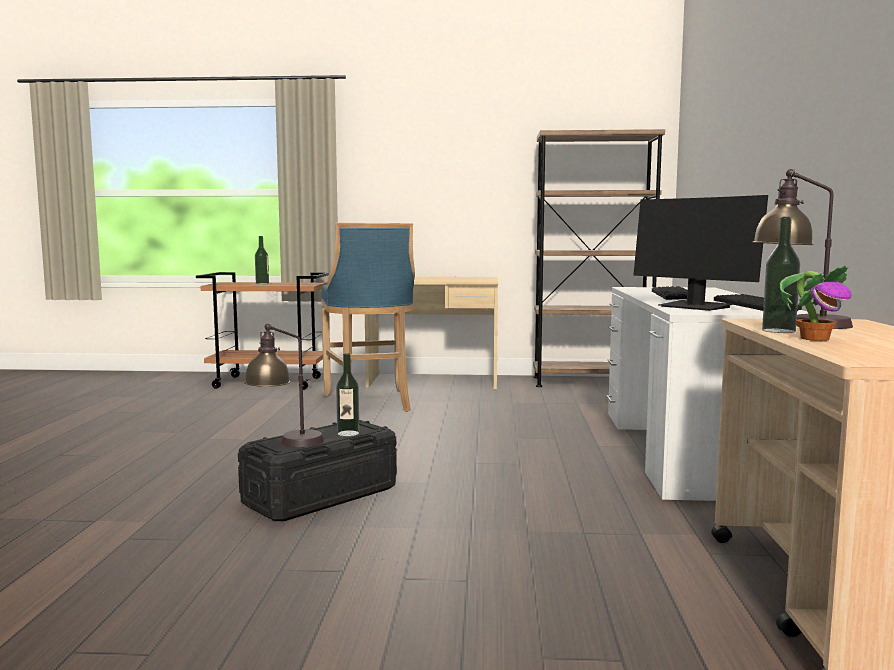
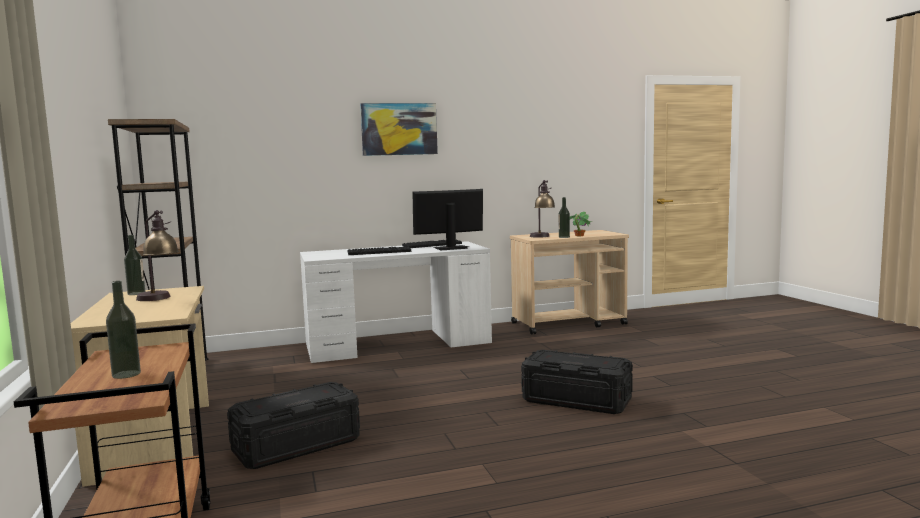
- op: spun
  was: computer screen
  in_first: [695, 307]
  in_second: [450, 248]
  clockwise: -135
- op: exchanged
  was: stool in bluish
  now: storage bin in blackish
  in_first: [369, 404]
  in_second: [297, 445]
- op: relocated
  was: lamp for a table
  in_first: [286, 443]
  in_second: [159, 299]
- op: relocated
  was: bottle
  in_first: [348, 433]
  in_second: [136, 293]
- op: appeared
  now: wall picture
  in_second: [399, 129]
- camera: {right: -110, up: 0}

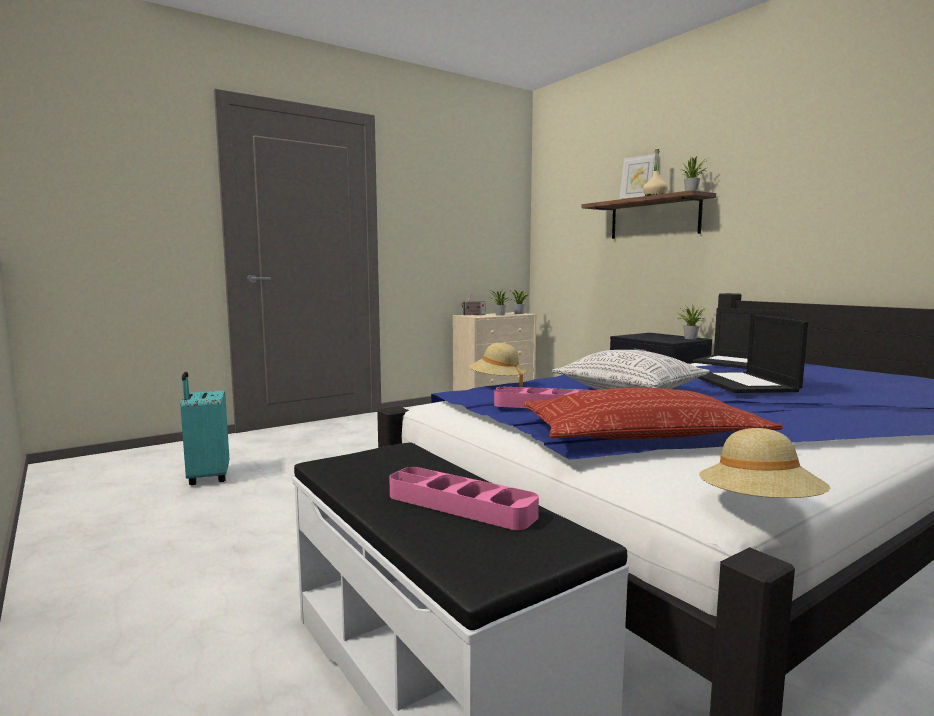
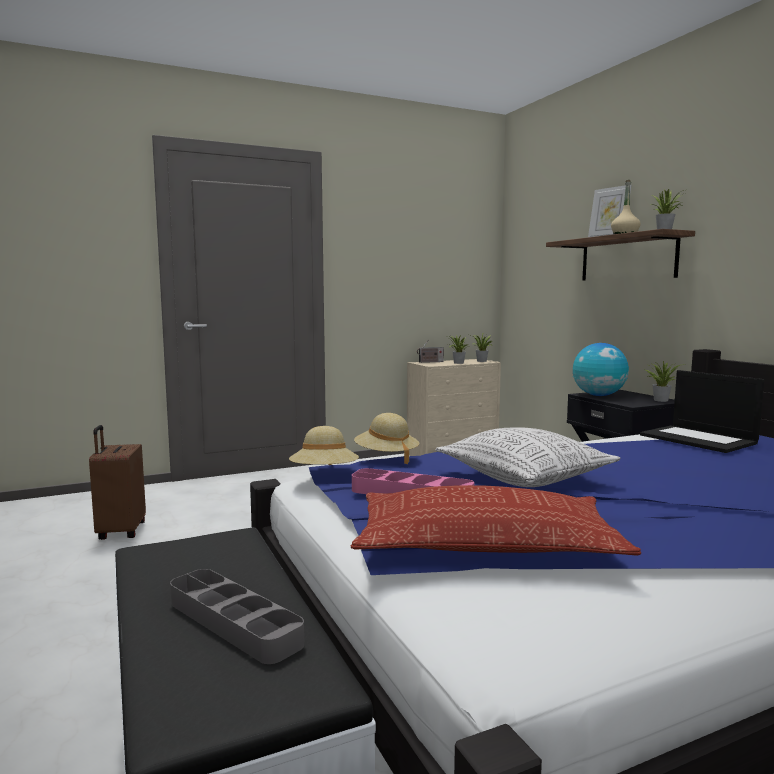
- op: missing
  was: notebook computer
  in_first: [744, 383]
- op: colour
  was: travel case in turquoise-coloured
  now: travel case in brown
  in_first: [207, 477]
  in_second: [120, 531]
- op: relocated
  was: hat in sand-coloured
  in_first: [759, 508]
  in_second: [324, 475]
- op: colour
  was: carrying tray in pink
  now: carrying tray in greyish
  in_first: [460, 505]
  in_second: [233, 622]
- op: appeared
  now: world globe
  in_second: [598, 395]
- camera: {right: 10, up: 0}

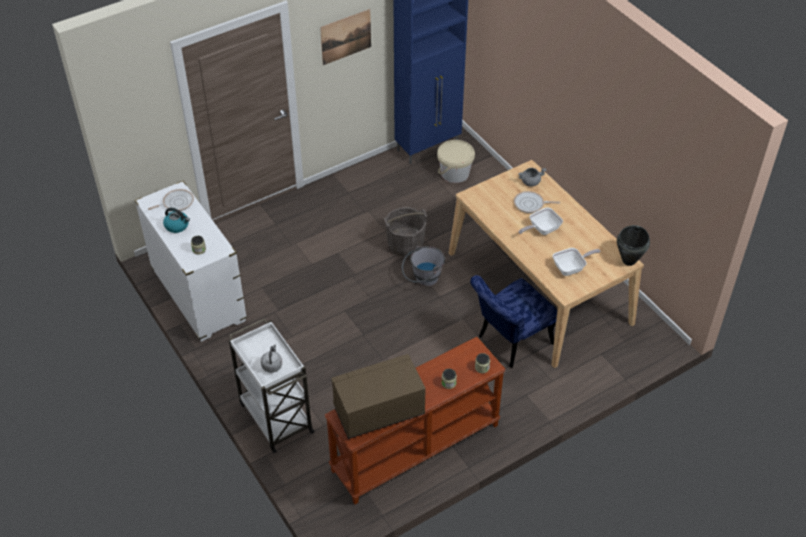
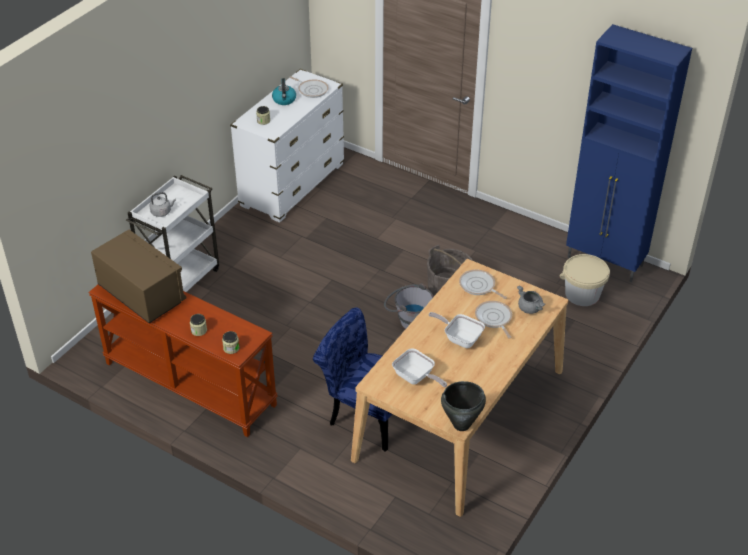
- op: missing
  was: wall picture
  in_first: [346, 37]
- op: appeared
  now: skillet
  in_second: [478, 286]
- camera: {right: 65, up: -5}

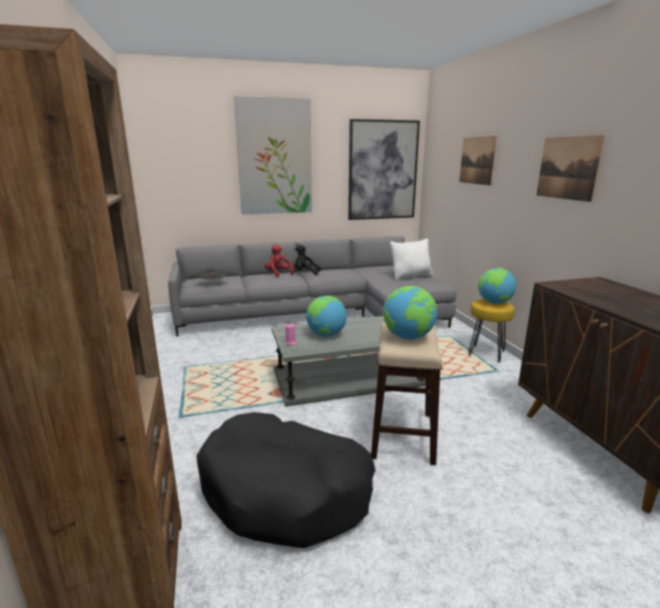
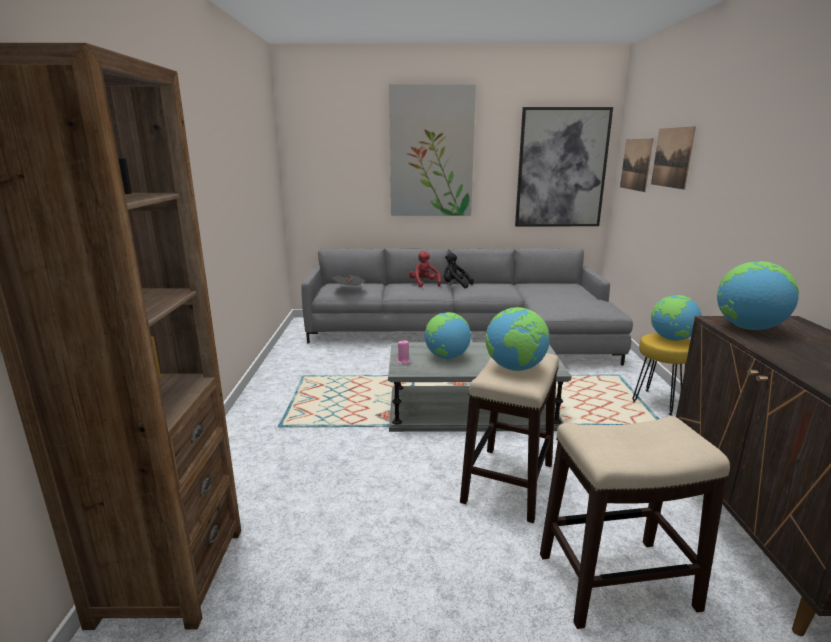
- op: relocated
  was: wall picture
  in_first: [568, 168]
  in_second: [636, 164]
- op: missing
  was: pillow in whitish
  in_first: [411, 276]
- op: missing
  was: dog bed in blackish
  in_first: [286, 491]
- op: appeared
  now: world globe
  in_second: [748, 328]
- op: appeared
  now: stool
  in_second: [617, 581]
- camera: {right: 15, up: 0}

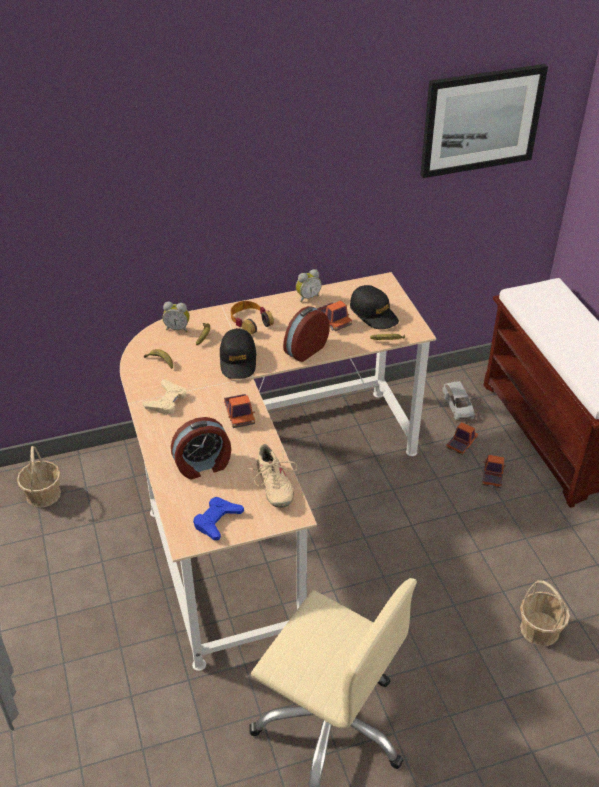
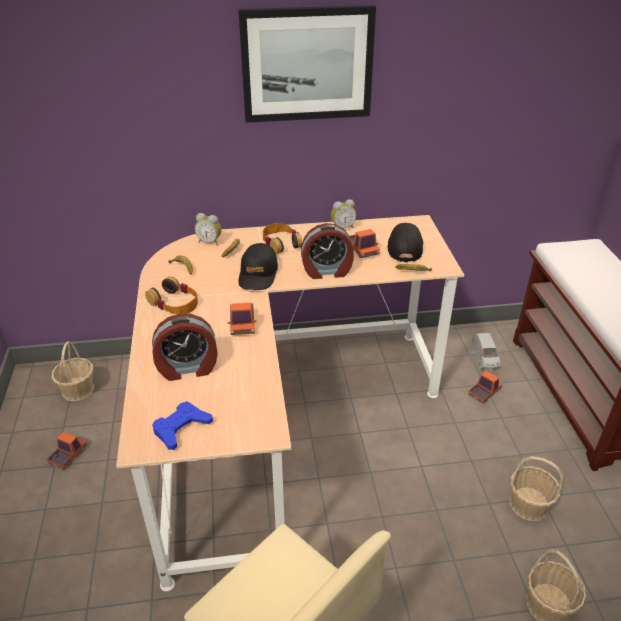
- op: relocated
  was: wall picture
  in_first: [481, 120]
  in_second: [307, 64]
- op: spun
  was: baseball cap in blackish
  in_first: [374, 313]
  in_second: [404, 247]
  clockwise: -150
- op: spun
  was: table clock
  in_first: [305, 349]
  in_second: [327, 271]
  clockwise: -150
- op: exchanged
  was: gamepad in sand-coloured
  now: pair of headphones
  in_first: [166, 401]
  in_second: [175, 303]
- op: missing
  was: shoe in sand-coloured
  in_first: [273, 485]
- op: relocated
  was: toy lorry
  in_first: [492, 476]
  in_second: [68, 455]
- op: appeared
  now: household basket
  in_second: [528, 504]
- camera: {right: 10, up: -5}

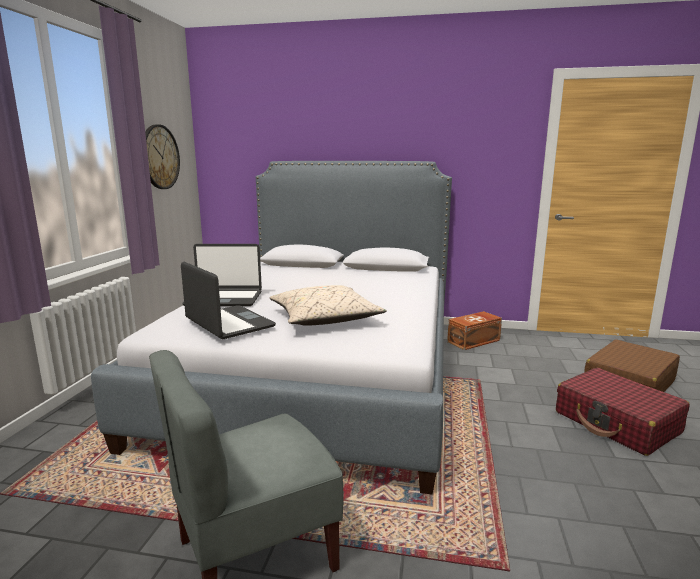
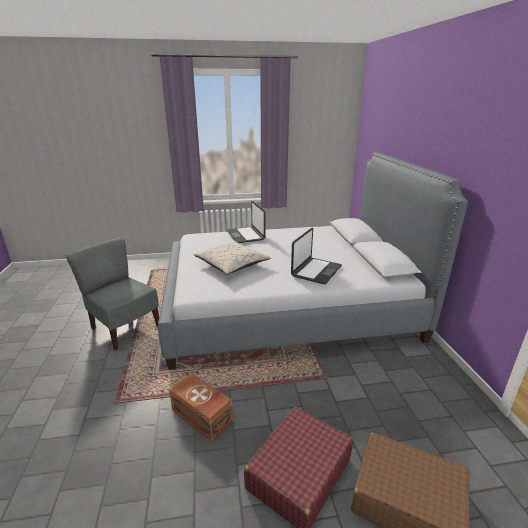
- op: missing
  was: wall clock
  in_first: [160, 157]
- op: relocated
  was: notebook computer
  in_first: [228, 324]
  in_second: [316, 271]
- op: relocated
  was: storage bin in brown
  in_first: [474, 341]
  in_second: [202, 416]
- camera: {right: 70, up: 10}

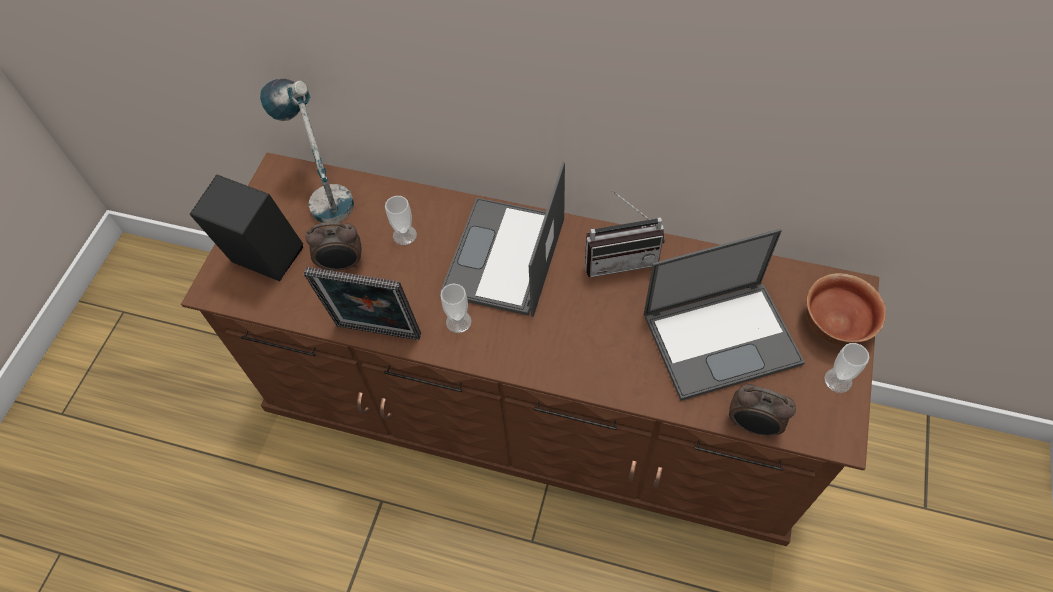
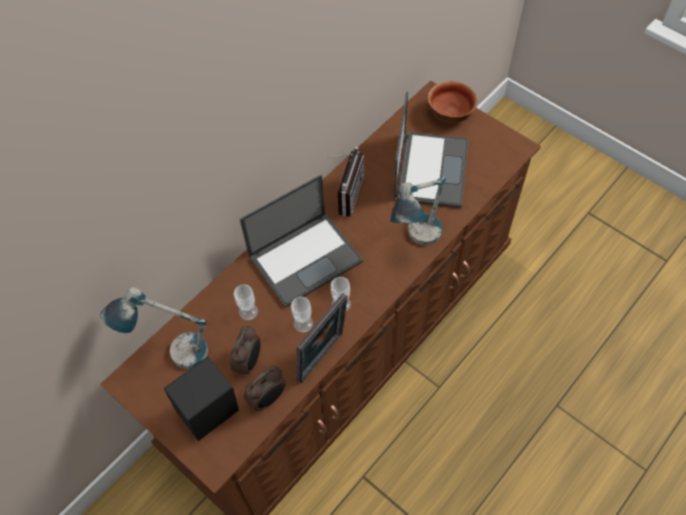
- op: spun
  was: notebook computer
  in_first: [504, 258]
  in_second: [306, 258]
  clockwise: -75
- op: relocated
  was: small cup
  in_first: [838, 380]
  in_second: [303, 323]
- op: relocated
  was: table clock
  in_first: [752, 425]
  in_second: [268, 399]
- op: appeared
  now: lamp for a table
  in_second: [417, 242]
- camera: {right: -65, up: 0}

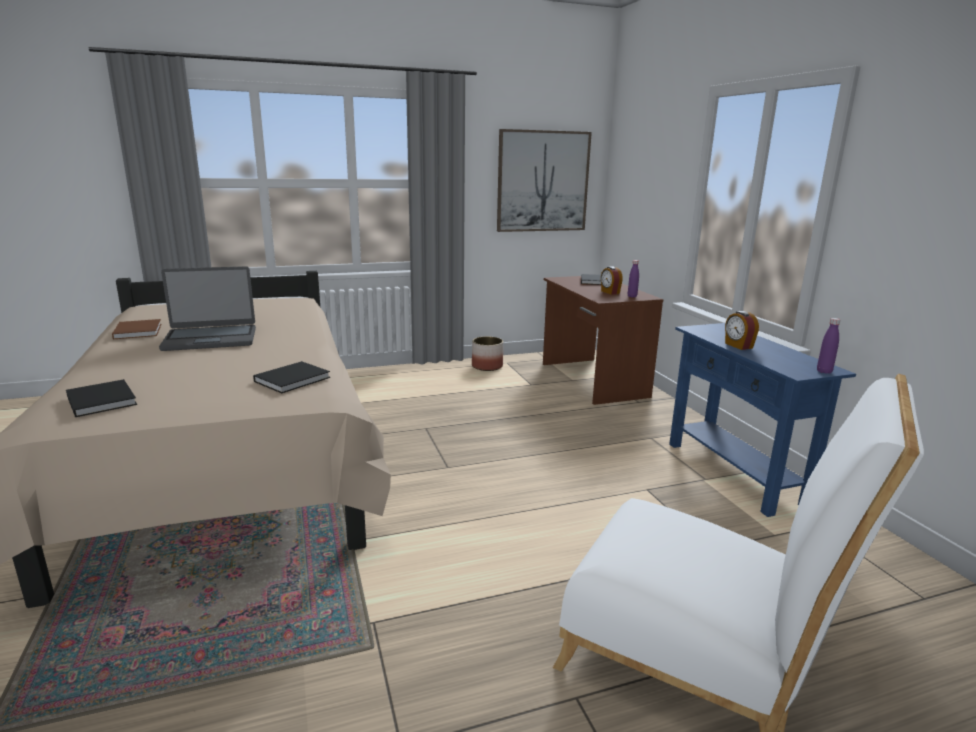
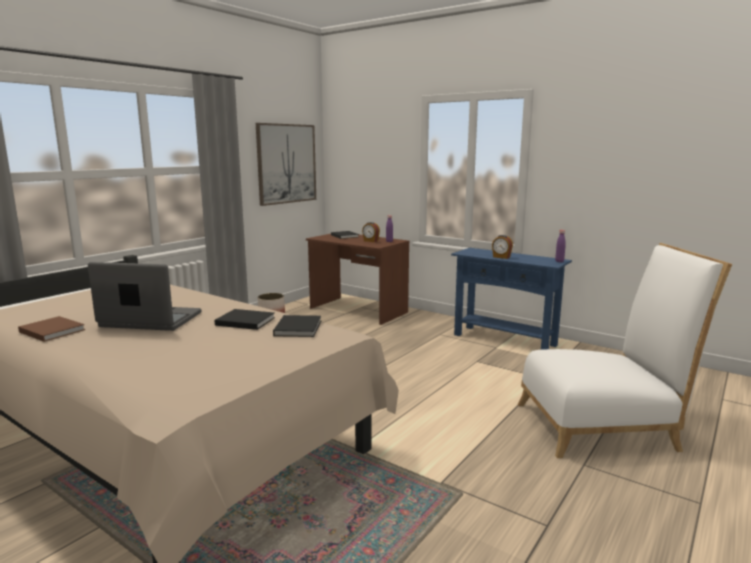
- op: spun
  was: notebook computer
  in_first: [211, 339]
  in_second: [150, 320]
  clockwise: -120
- op: relocated
  was: book in blackish
  in_first: [101, 400]
  in_second: [244, 321]
- camera: {right: -35, up: -5}

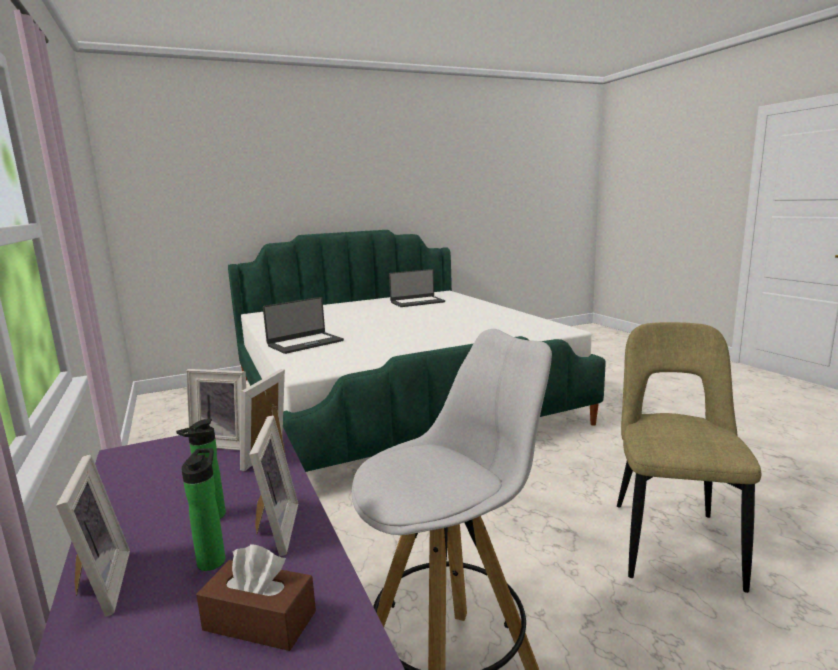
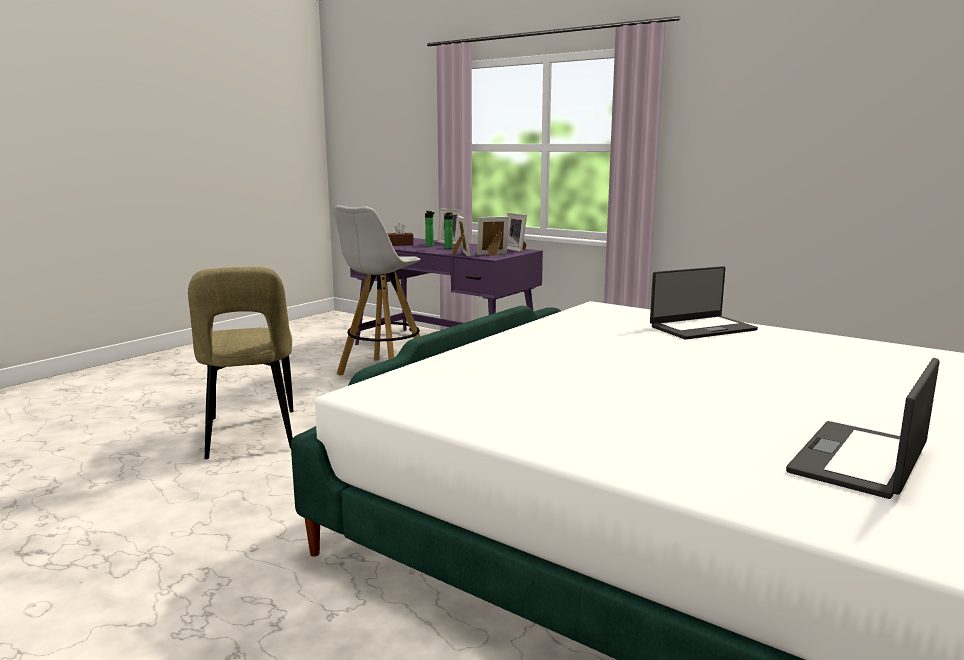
- op: spun
  was: notebook computer
  in_first: [305, 343]
  in_second: [701, 328]
  clockwise: -135
- op: relocated
  was: picture frame
  in_first: [272, 530]
  in_second: [516, 249]
- camera: {right: 150, up: 0}

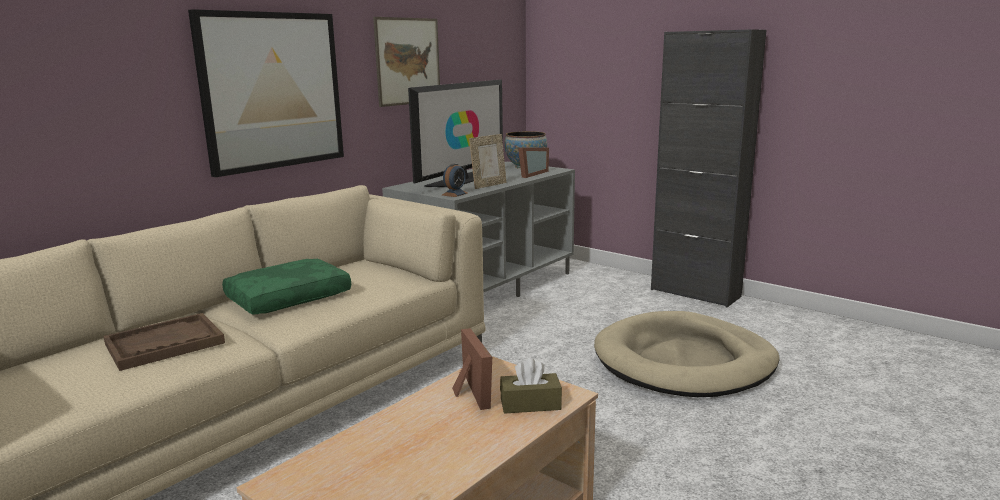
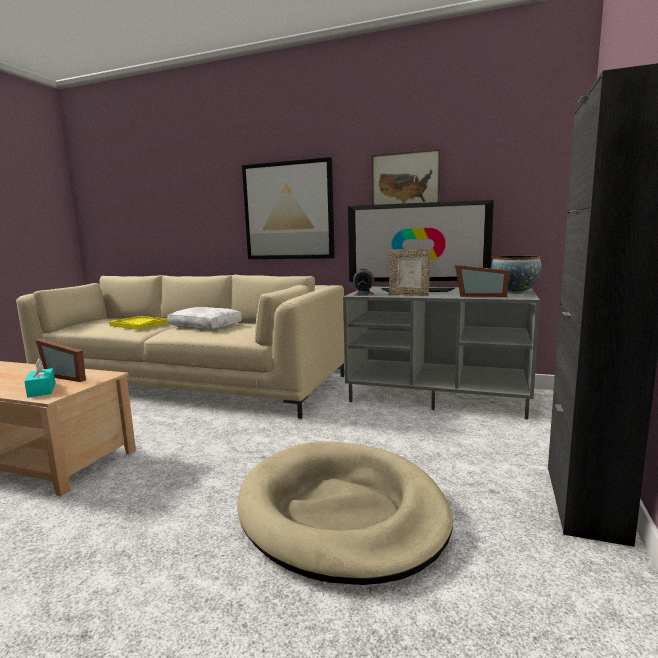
- op: colour
  was: pillow in green-coloured
  now: pillow in whitish
  in_first: [289, 297]
  in_second: [206, 326]
- op: colour
  was: carrying tray in brown
  now: carrying tray in yellow-coloured
  in_first: [164, 344]
  in_second: [139, 324]
- op: spun
  was: picture frame
  in_first: [468, 392]
  in_second: [68, 376]
  clockwise: 60
- op: colour
  was: tissue box in brown
  now: tissue box in turquoise-coloured
  in_first: [530, 404]
  in_second: [42, 390]
- camera: {right: 70, up: -5}

